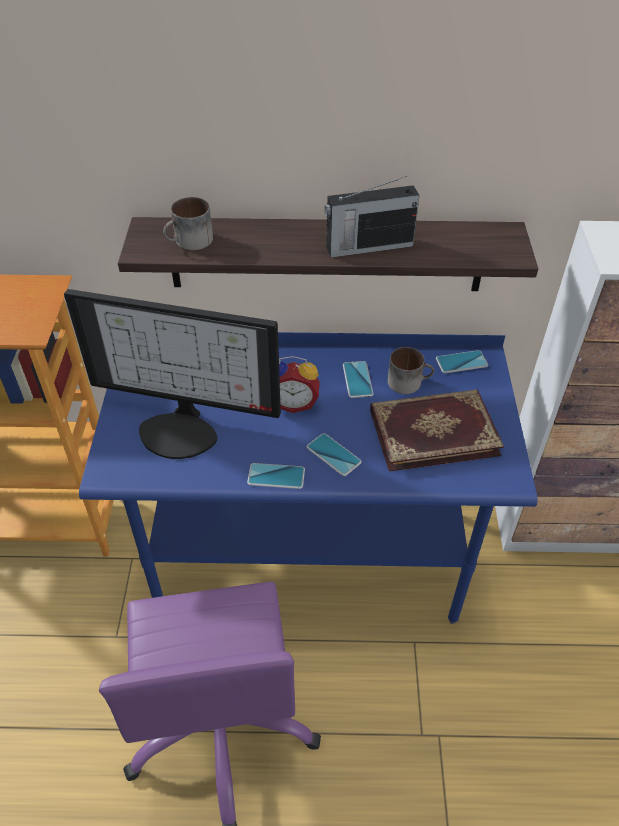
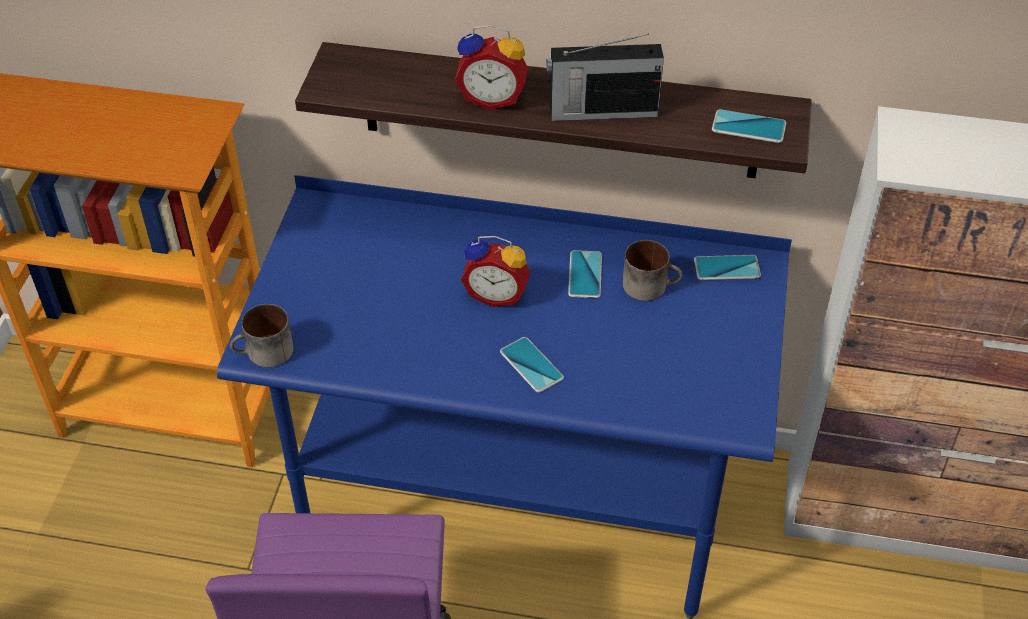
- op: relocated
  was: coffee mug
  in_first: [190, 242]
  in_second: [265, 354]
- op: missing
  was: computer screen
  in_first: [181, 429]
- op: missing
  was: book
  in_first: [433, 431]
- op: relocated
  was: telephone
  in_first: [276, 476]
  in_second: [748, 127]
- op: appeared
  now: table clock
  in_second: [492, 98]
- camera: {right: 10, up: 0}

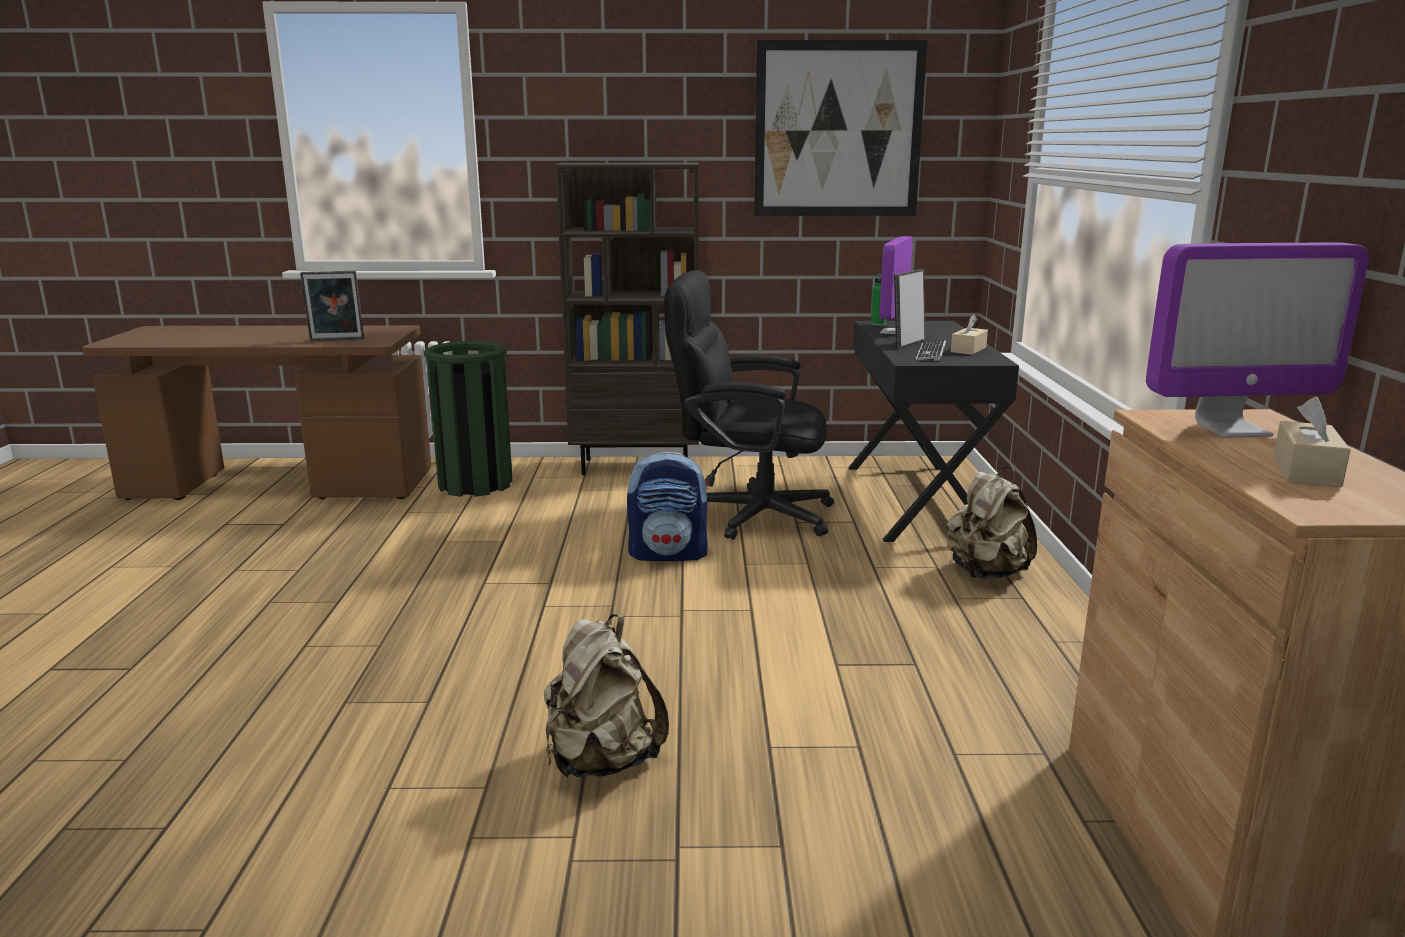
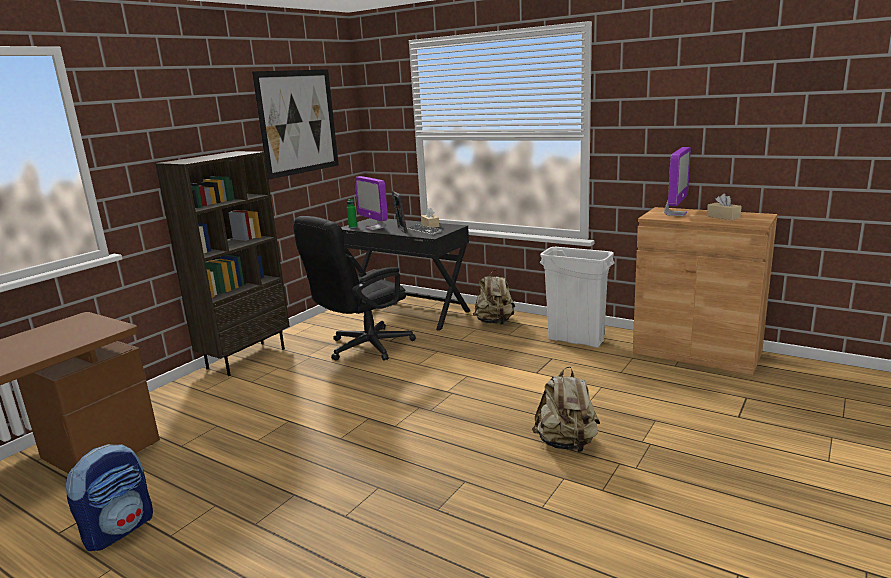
- op: missing
  was: picture frame
  in_first: [336, 340]
- op: missing
  was: waste bin in green-coloured
  in_first: [475, 484]
- op: relocated
  was: backpack
  in_first: [669, 554]
  in_second: [119, 529]
- op: appeared
  now: waste bin in whitish
  in_second: [576, 340]
- camera: {right: -55, up: 0}

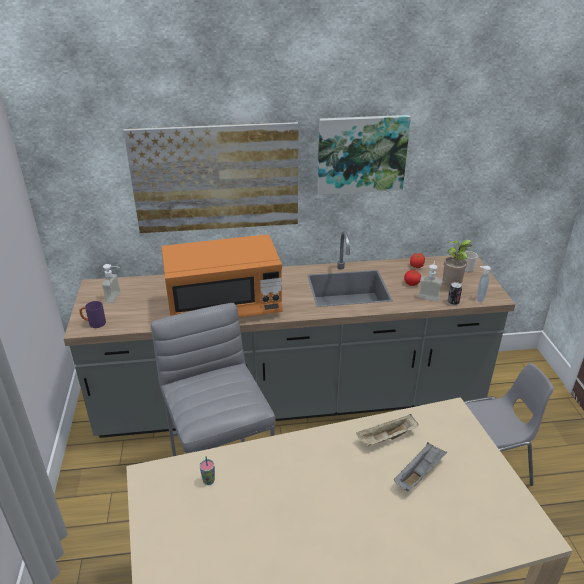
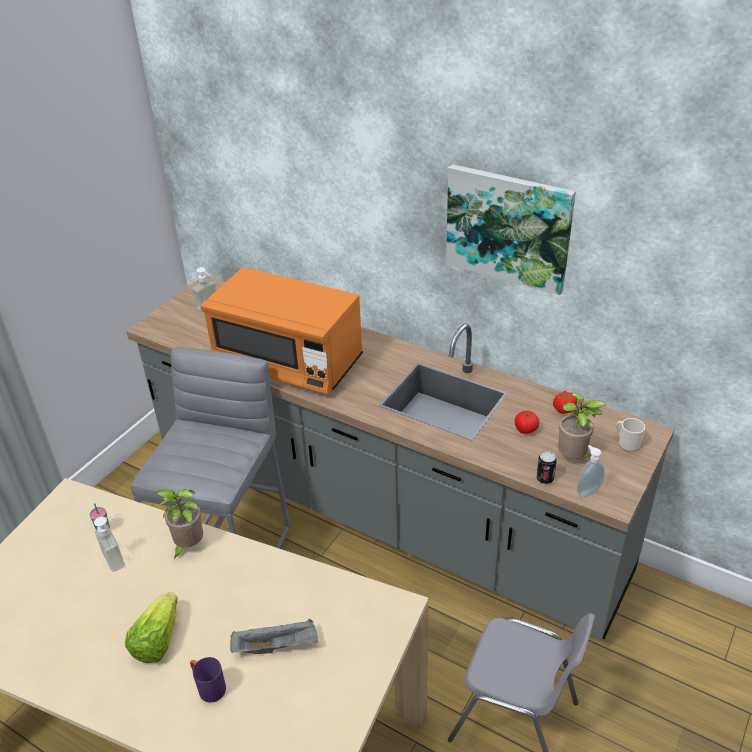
- op: missing
  was: wall picture
  in_first: [216, 178]
- op: relocated
  was: soap dispenser
  in_first: [429, 295]
  in_second: [120, 556]
- op: relocated
  was: coffee mug in purple-coloured
  in_first: [94, 323]
  in_second: [208, 687]
- op: missing
  was: carrying tray in sand-coloured
  in_first: [386, 438]
- op: appeared
  now: plant in a pot
  in_second: [188, 546]
- op: appeared
  now: head of lettuce
  in_second: [157, 640]
- camera: {right: 40, up: 5}

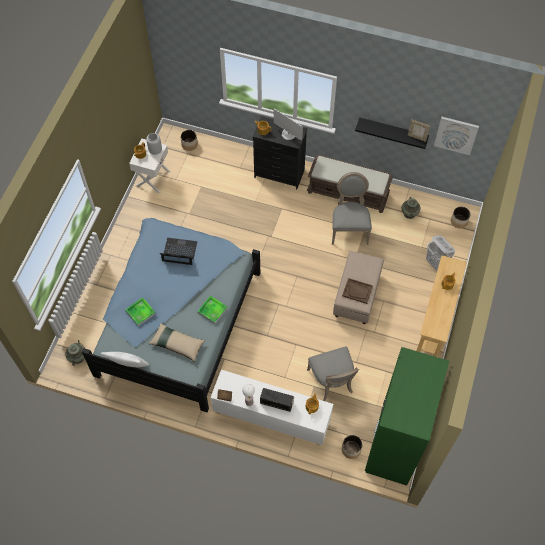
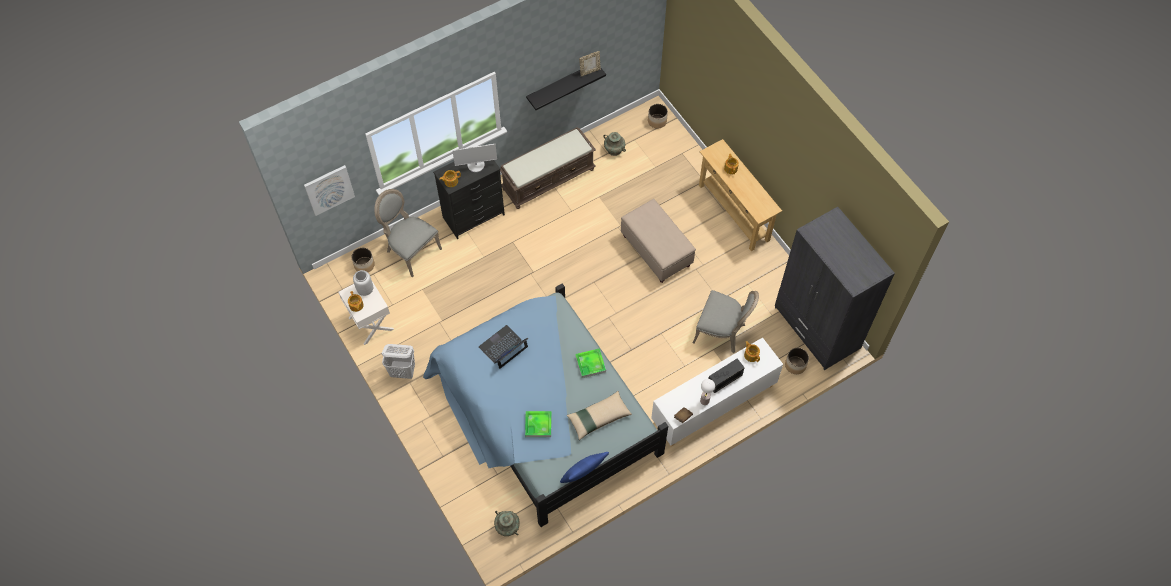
- op: relocated
  was: wall picture
  in_first: [456, 135]
  in_second: [329, 189]
- op: relocated
  was: plain chair in greyish
  in_first: [349, 228]
  in_second: [411, 250]
- op: relocated
  was: laundry basket in whitish
  in_first: [436, 263]
  in_second: [403, 371]
- op: missing
  was: carrying tray in brown
  in_first: [357, 291]
- op: colour
  was: clothes cupboard in green-coloured
  now: clothes cupboard in greyish
  in_first: [394, 443]
  in_second: [816, 328]
- op: colour
  was: pillow in whitish
  now: pillow in bluish
  in_first: [128, 365]
  in_second: [583, 474]
- camera: {right: -50, up: 0}

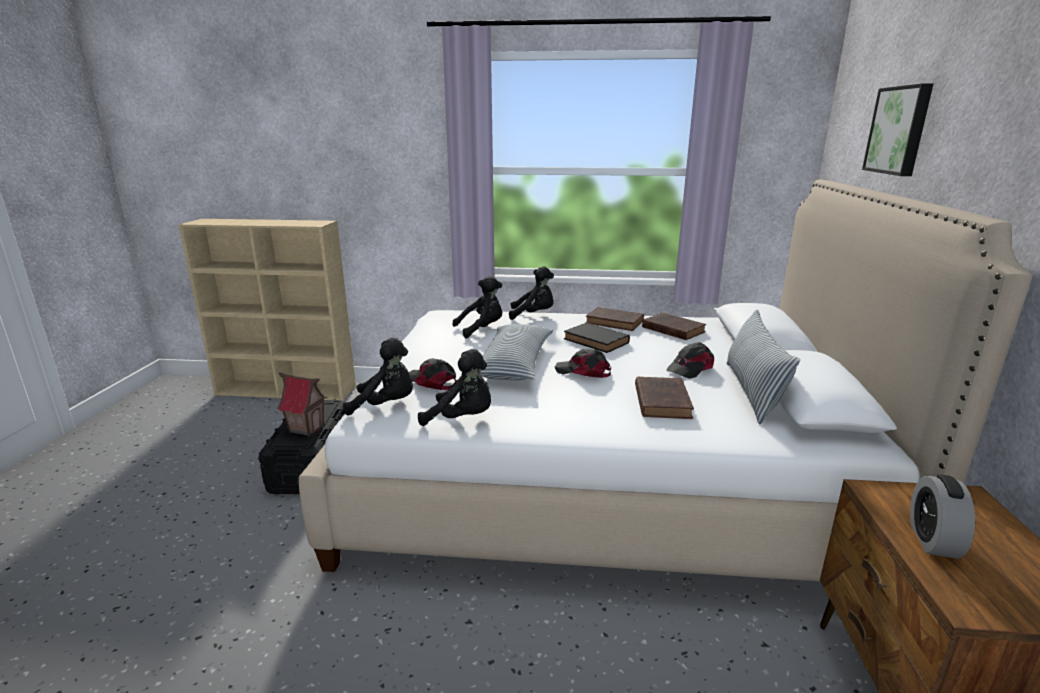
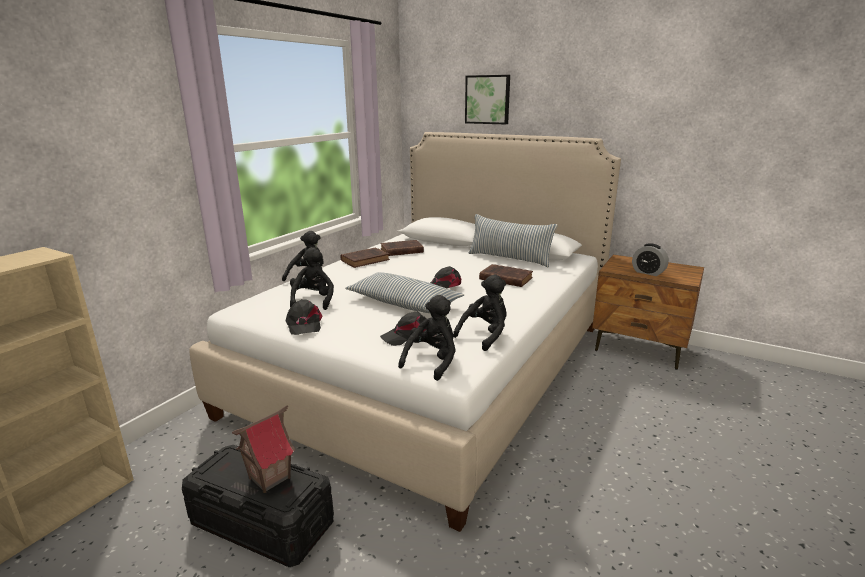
- op: missing
  was: book in blackish
  in_first: [597, 341]
- op: relocated
  was: baseball cap in blackish
  in_first: [690, 368]
  in_second: [304, 324]
- camera: {right: -65, up: 0}

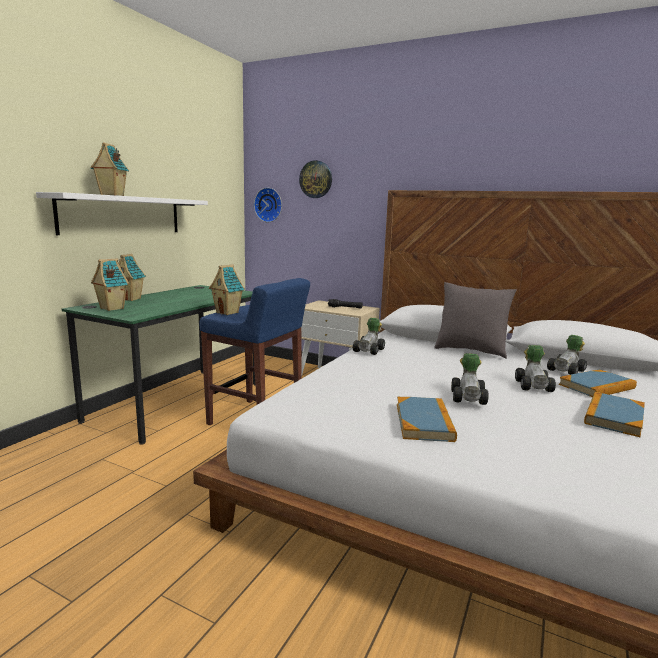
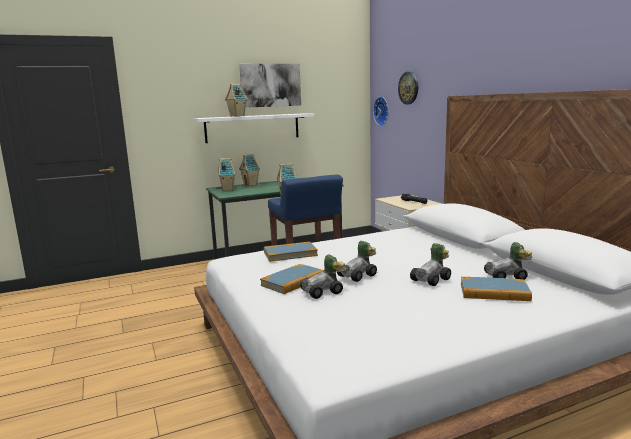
- op: missing
  was: pillow in greyish
  in_first: [470, 351]
- op: relocated
  was: model car
  in_first: [370, 350]
  in_second: [324, 292]
- op: relocated
  was: book
  in_first: [614, 417]
  in_second: [290, 254]
- op: appeared
  now: wall picture
  in_second: [270, 85]
- camera: {right: 40, up: 0}

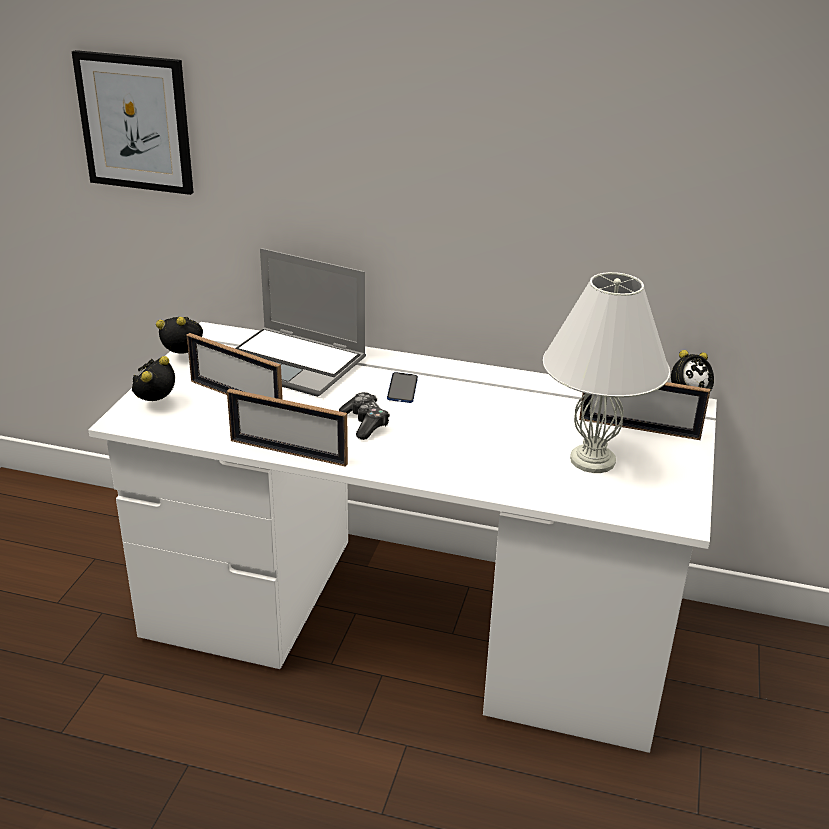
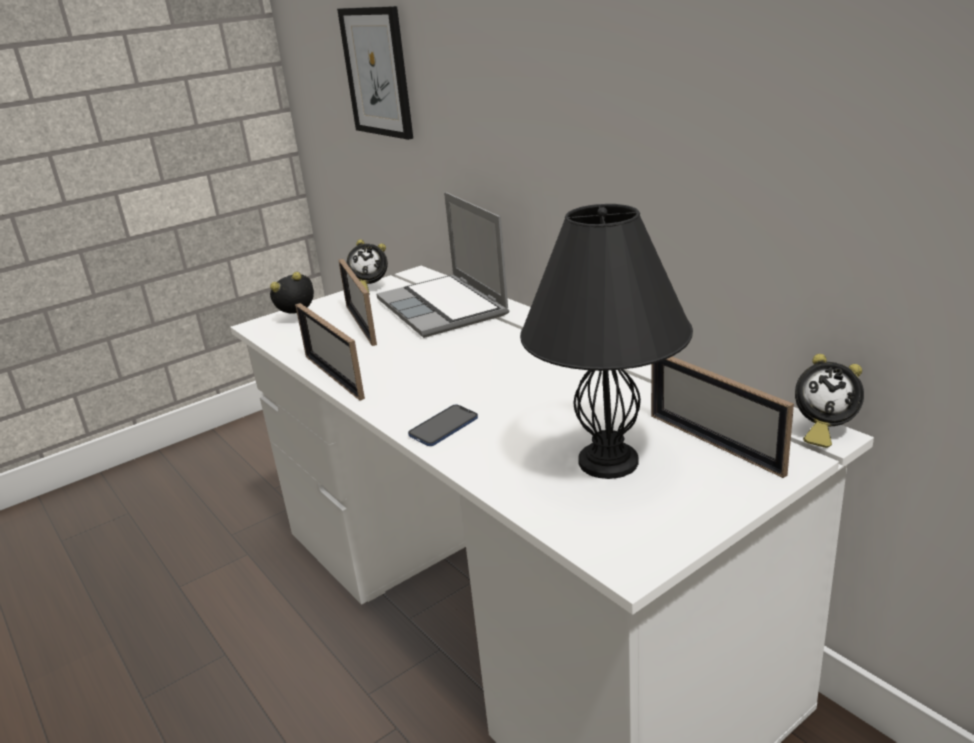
- op: colour
  was: lamp for a table in whitish
  now: lamp for a table in blackish
  in_first: [591, 460]
  in_second: [607, 461]
- op: spun
  was: table clock
  in_first: [185, 357]
  in_second: [369, 289]
  clockwise: 135
- op: relocated
  was: telephone
  in_first: [402, 389]
  in_second: [443, 427]
- op: missing
  was: gamepad
  in_first: [365, 423]
- camera: {right: 40, up: -5}

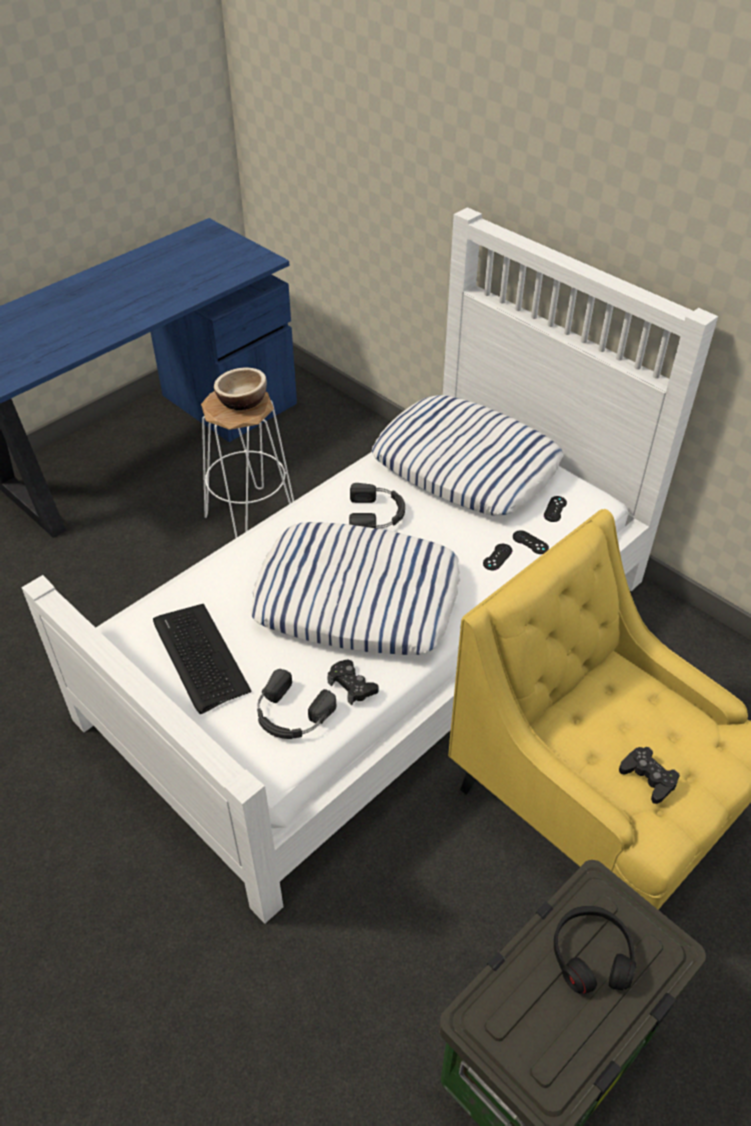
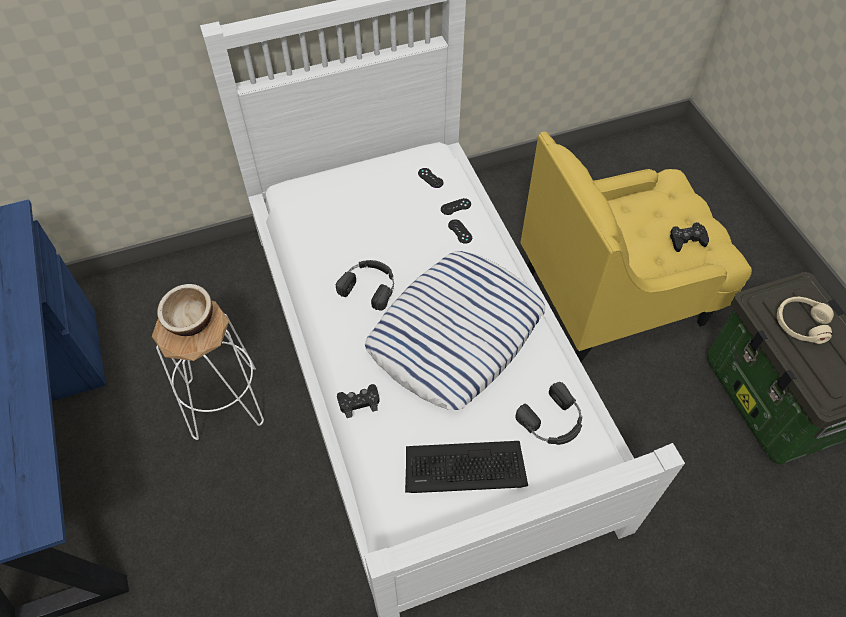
- op: missing
  was: pillow
  in_first: [466, 465]
- op: relocated
  was: gamepad in blackish
  in_first: [352, 686]
  in_second: [359, 402]
- op: colour
  was: pair of headphones in blackish
  now: pair of headphones in sand-coloured
  in_first: [591, 954]
  in_second: [800, 324]
- camera: {right: -65, up: 10}

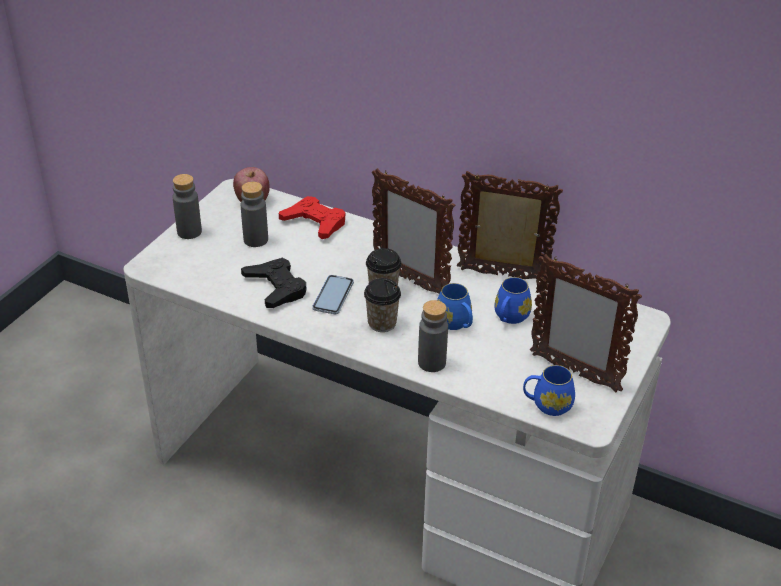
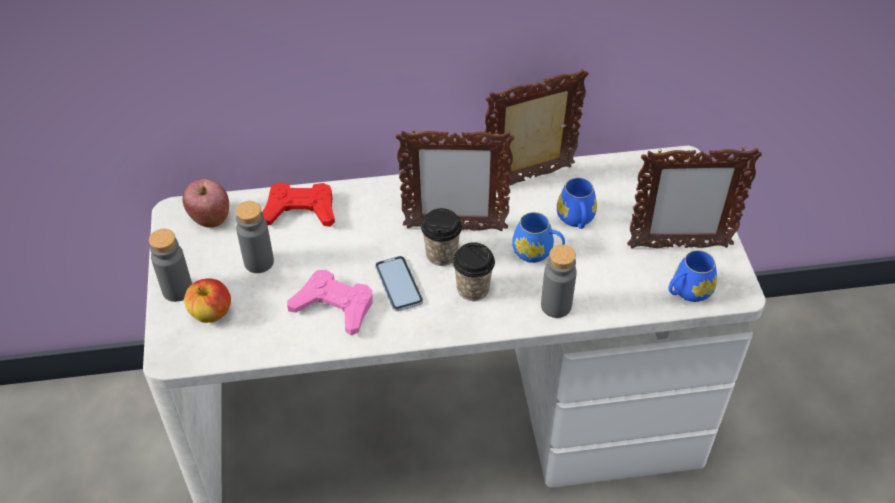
- op: colour
  was: gamepad in blackish
  now: gamepad in pink
  in_first: [276, 288]
  in_second: [334, 306]
- op: appeared
  now: whole apple
  in_second: [211, 314]
- camera: {right: -35, up: 10}

